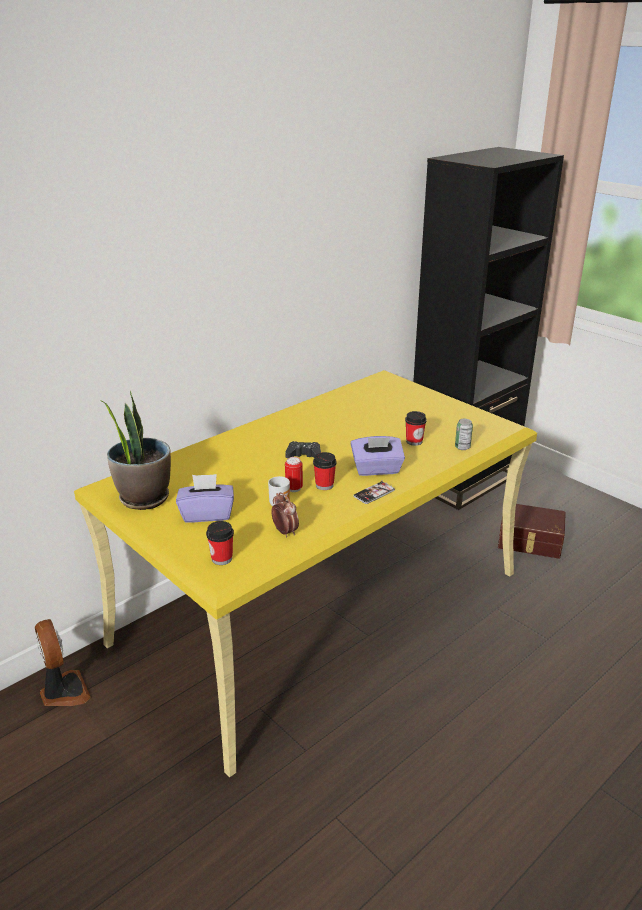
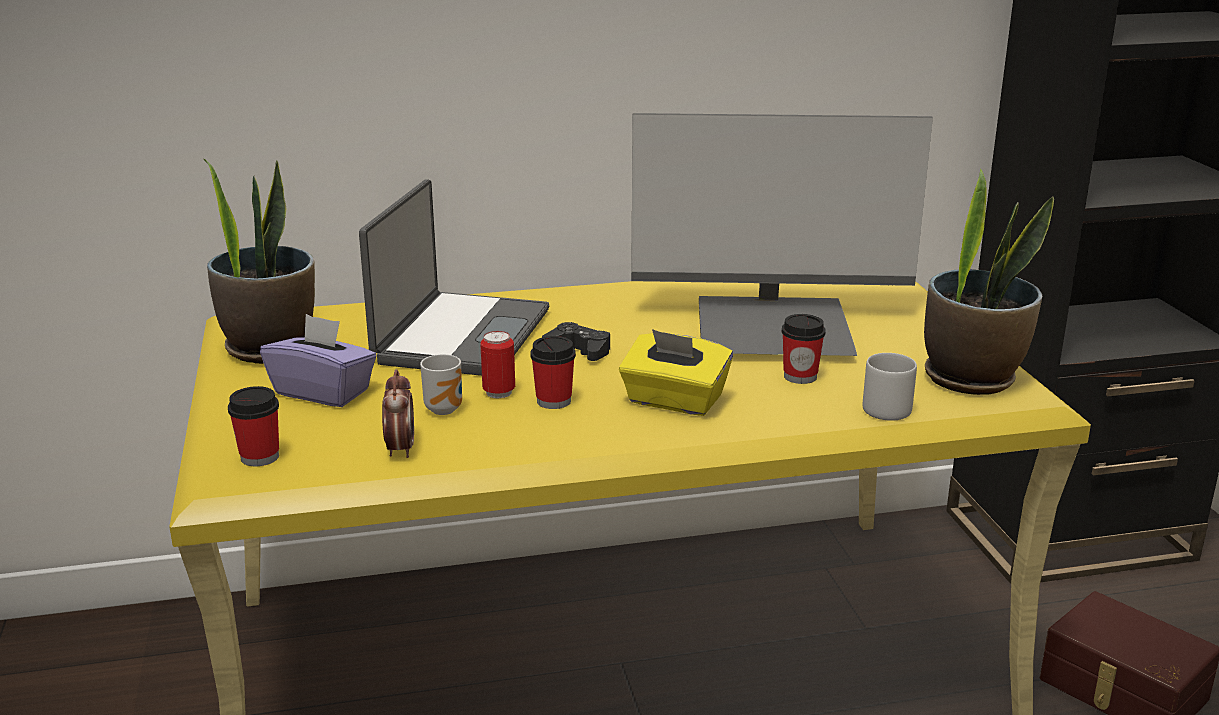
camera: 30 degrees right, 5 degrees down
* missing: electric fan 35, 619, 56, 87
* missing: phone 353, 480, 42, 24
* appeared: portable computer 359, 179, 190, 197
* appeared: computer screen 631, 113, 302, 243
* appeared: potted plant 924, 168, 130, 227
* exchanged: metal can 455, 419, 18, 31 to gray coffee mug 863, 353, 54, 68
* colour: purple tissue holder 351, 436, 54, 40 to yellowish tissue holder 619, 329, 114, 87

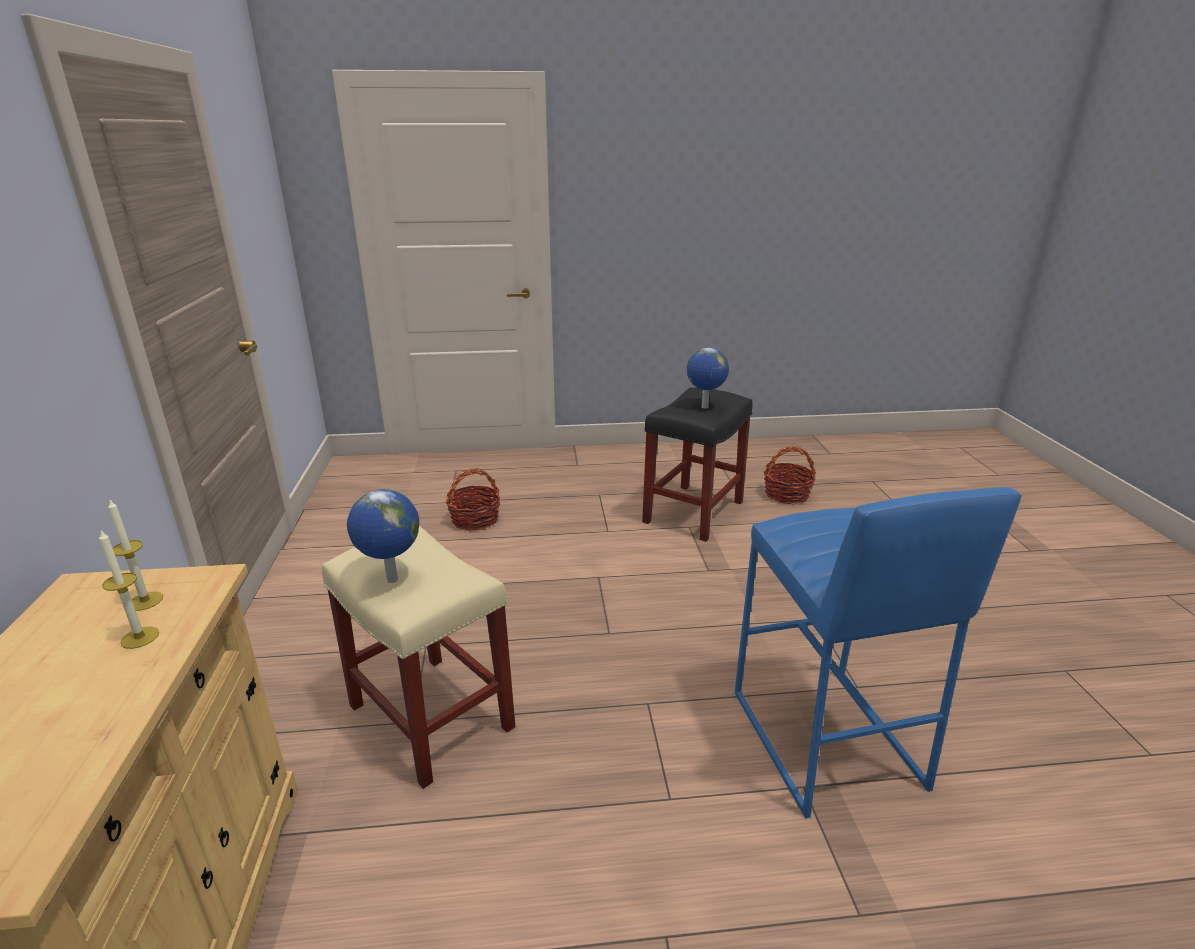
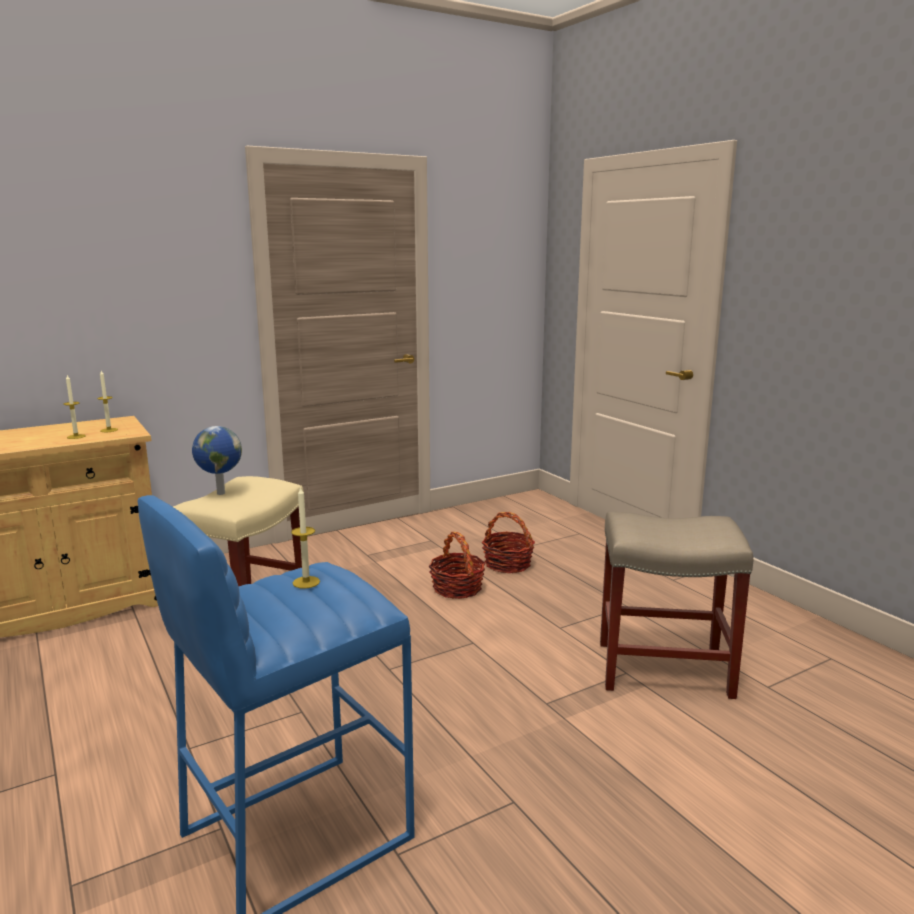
camera: 65 degrees right, 10 degrees down
* missing: globe 687, 348, 42, 61
* appeared: wax candle 291, 486, 29, 103
* relocated: storage basket 763, 446, 53, 58 to 429, 532, 57, 67
* colour: blackish sitting stool 642, 388, 111, 154 to beige sitting stool 600, 512, 153, 187

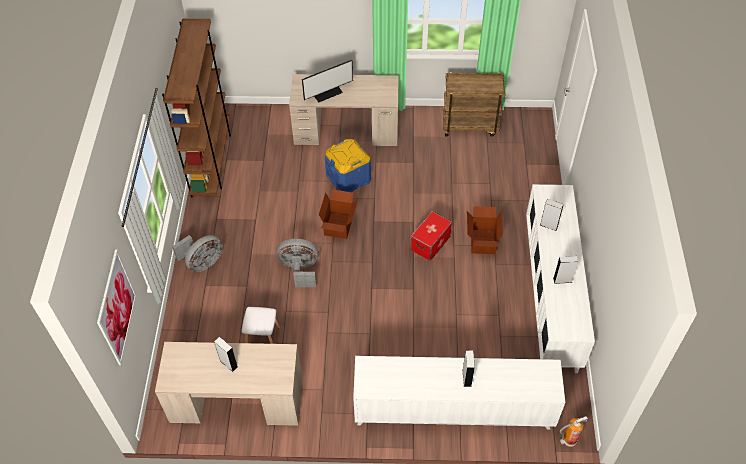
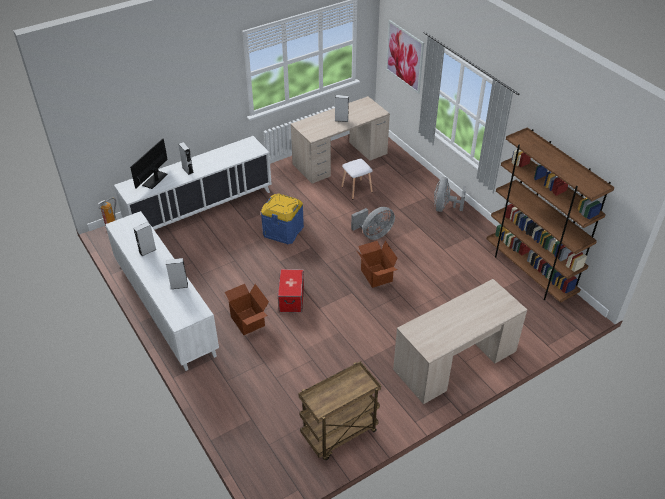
camera: 145 degrees right, 10 degrees down
* relocated: computer screen 302, 60, 51, 42 to 130, 138, 38, 51
* relocated: bluish storage container 325, 139, 46, 53 to 261, 193, 43, 51

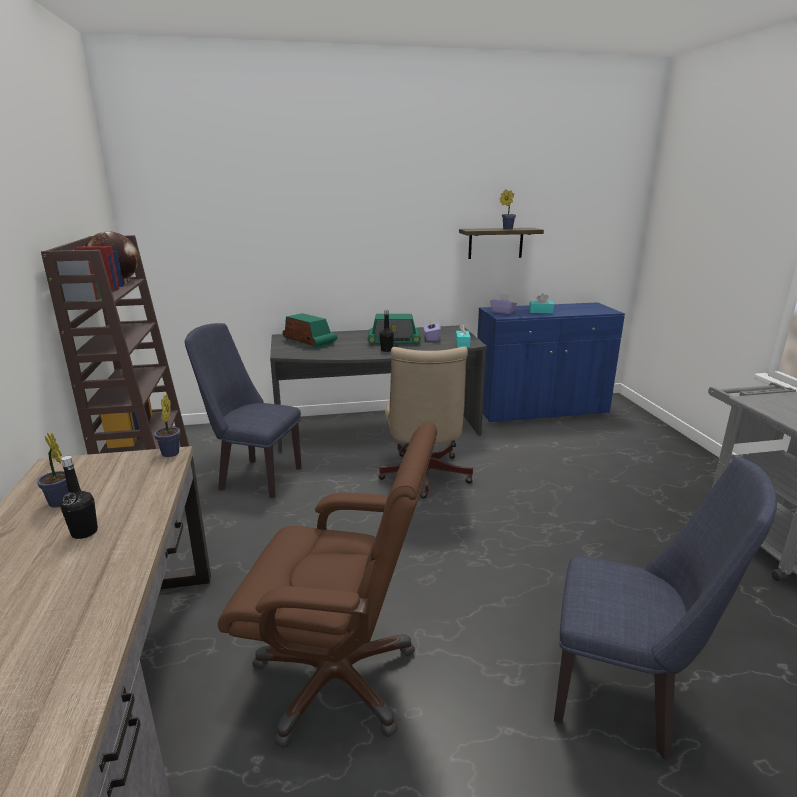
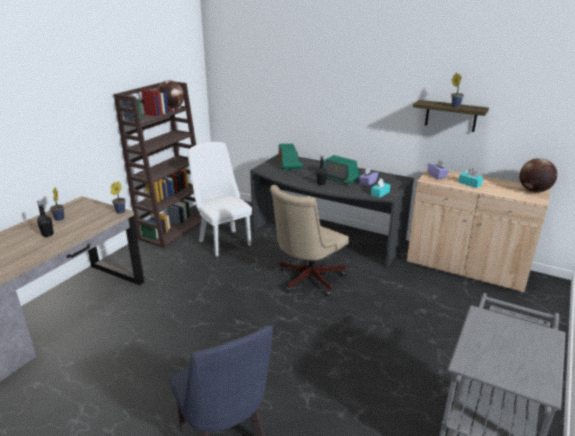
camera: 40 degrees right, 5 degrees up
* missing: brown-coloured office chair 218, 423, 219, 325
* appeared: globe 519, 158, 38, 35
* colour: bluish upright chair 185, 323, 117, 175 to white upright chair 188, 142, 64, 115
* colour: bluish cupboard 477, 302, 148, 122 to beige cupboard 407, 169, 144, 124

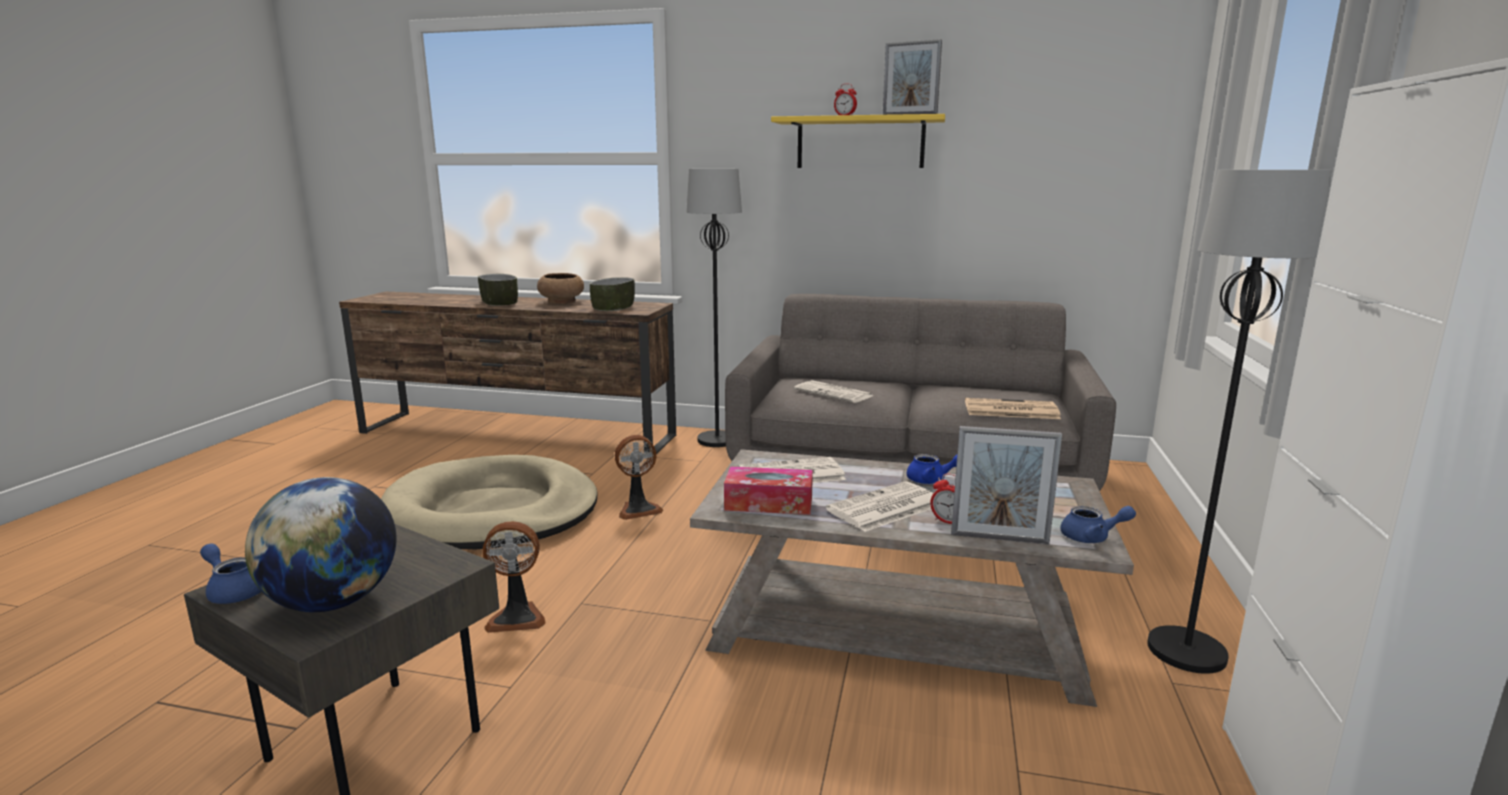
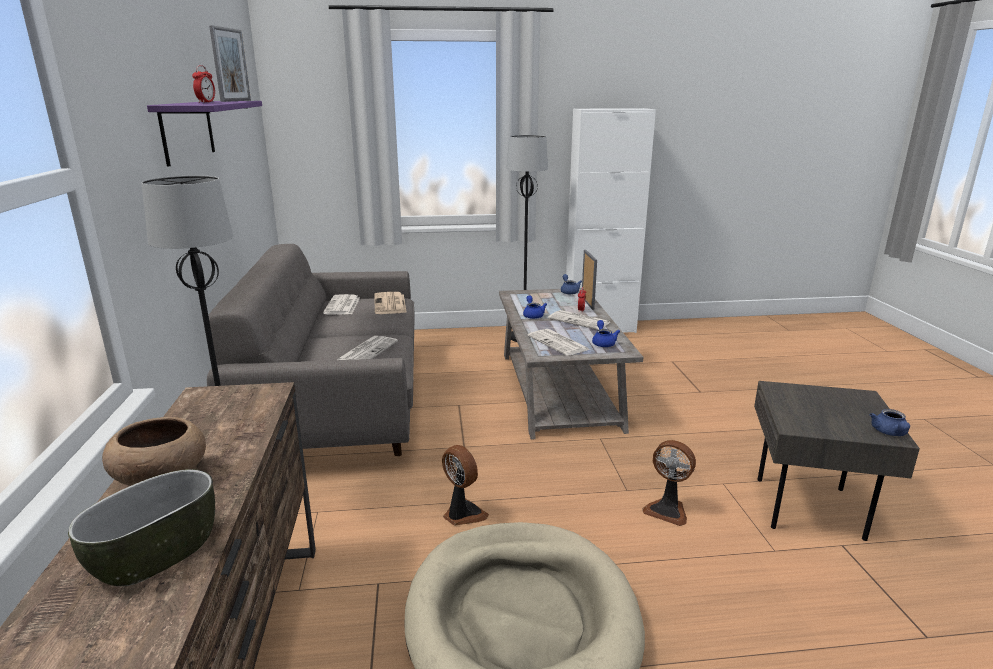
camera: 110 degrees left, 5 degrees up
* missing: globe 245, 477, 151, 135
* missing: deep dish 590, 277, 45, 34
* appeared: newspaper 323, 294, 37, 21
* exchanged: tissue holder 724, 467, 89, 48 to bluish teapot 592, 320, 28, 27
* colour: yellowish wall shelf 771, 114, 174, 54 to purple wall shelf 147, 101, 115, 66
* spun: electric fan 482, 521, 64, 112 = 642, 440, 54, 86 150 degrees clockwise

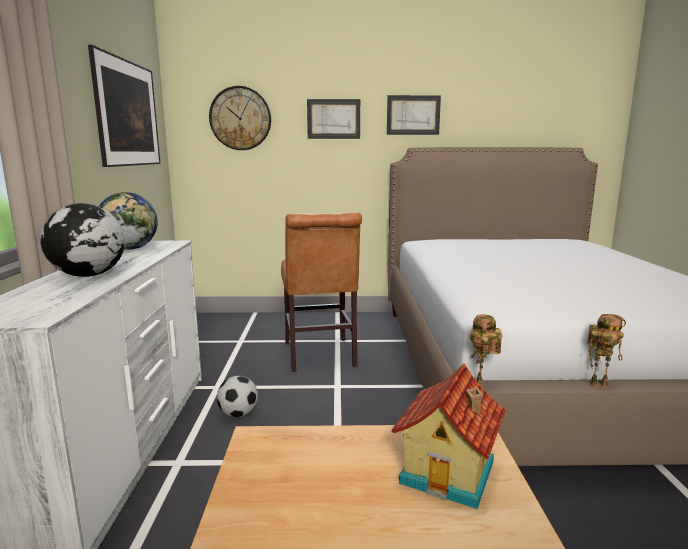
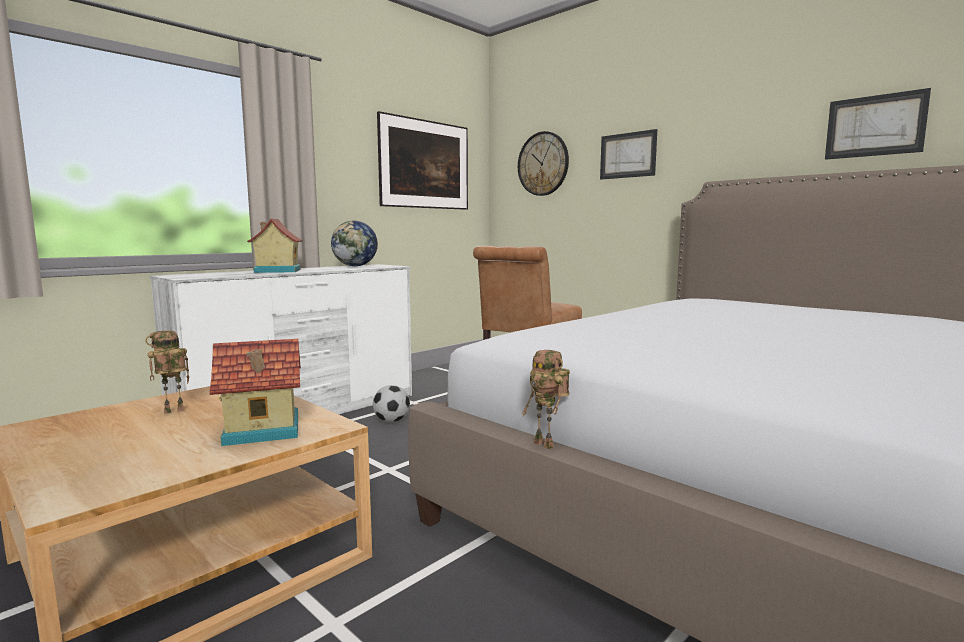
camera: 45 degrees right, 5 degrees down
* relocated: picture 387, 95, 54, 40 to 825, 88, 106, 72
* relocated: toy robot 469, 314, 33, 75 to 145, 330, 44, 84
* exchanged: globe 40, 203, 85, 74 to miniature house 247, 218, 56, 55

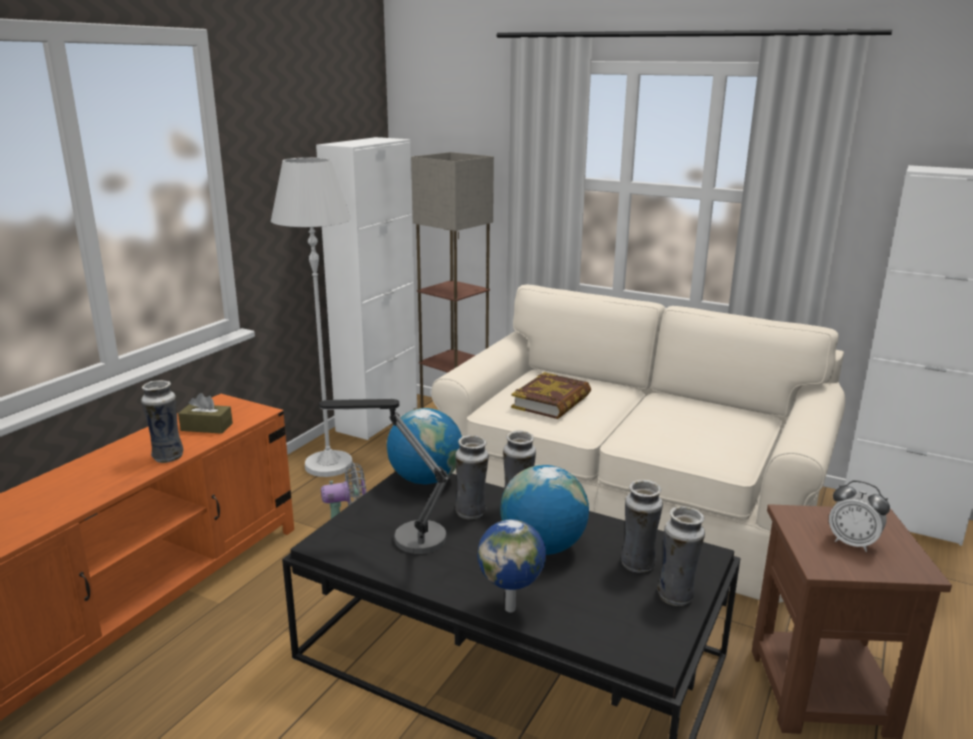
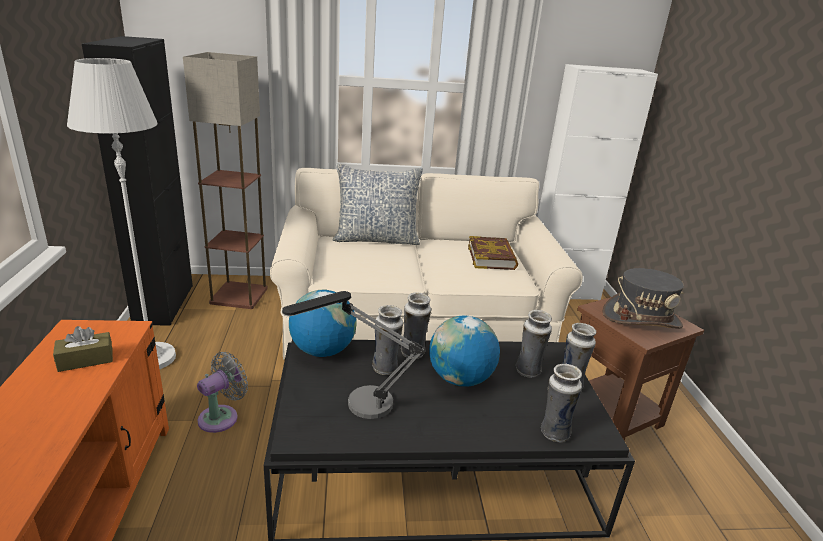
camera: 35 degrees left, 5 degrees up
* missing: globe 477, 519, 69, 93
* appeared: cushion 333, 163, 90, 82
* relocated: decorative vase 141, 380, 42, 83 to 541, 364, 41, 78
* relocated: volume 511, 372, 80, 47 to 468, 236, 50, 34
* exchanged: table clock 829, 481, 61, 71 to gray hat 602, 268, 82, 61
* colour: white cupboard 316, 137, 101, 303 to blackish cupboard 82, 36, 111, 290

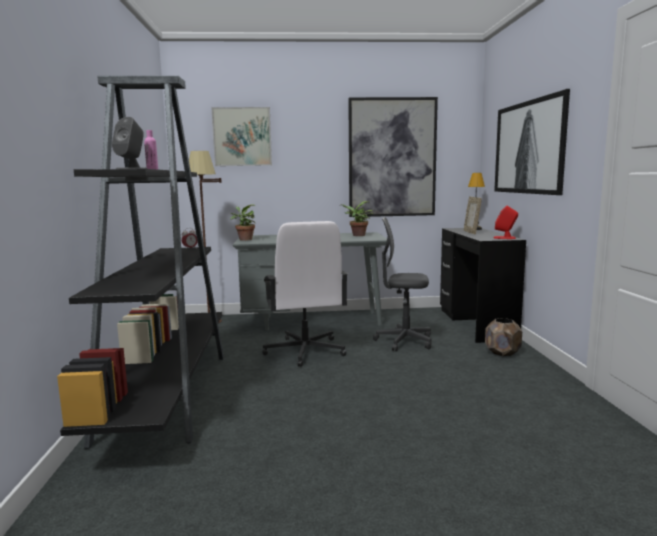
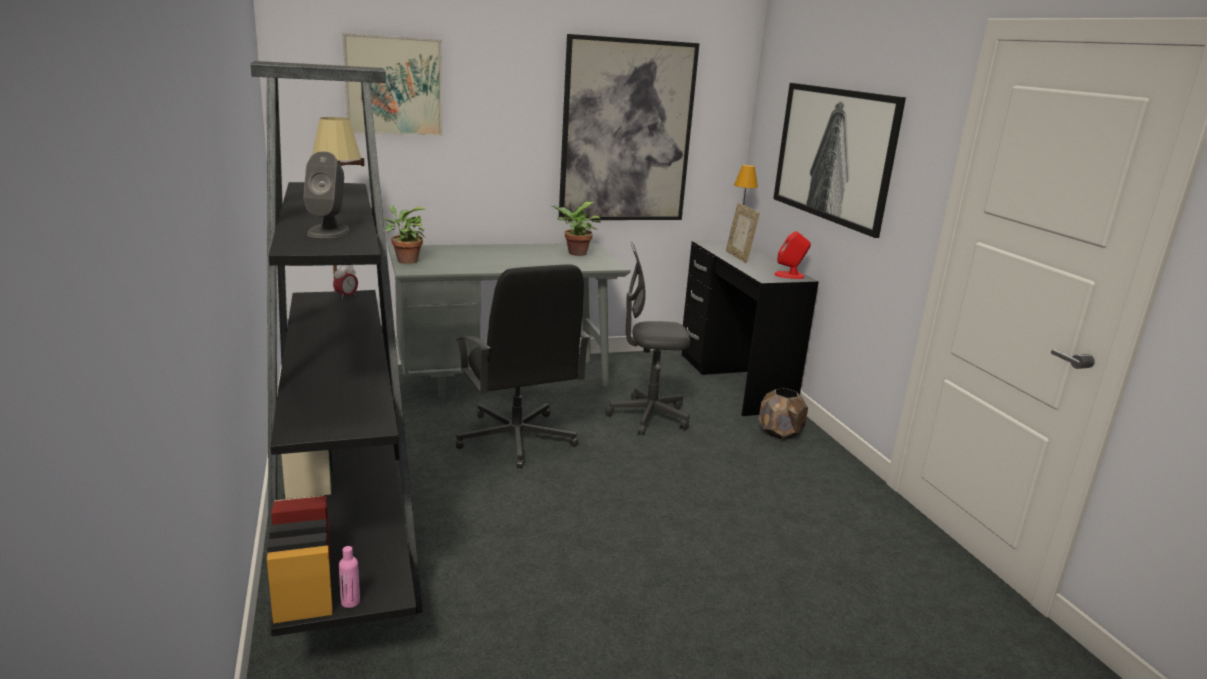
camera: 15 degrees left, 10 degrees up
* relocated: pink-coloured beverage bottle 144, 130, 14, 40 to 339, 546, 21, 62
* colour: white office chair 262, 221, 86, 146 to blackish office chair 456, 265, 134, 204

